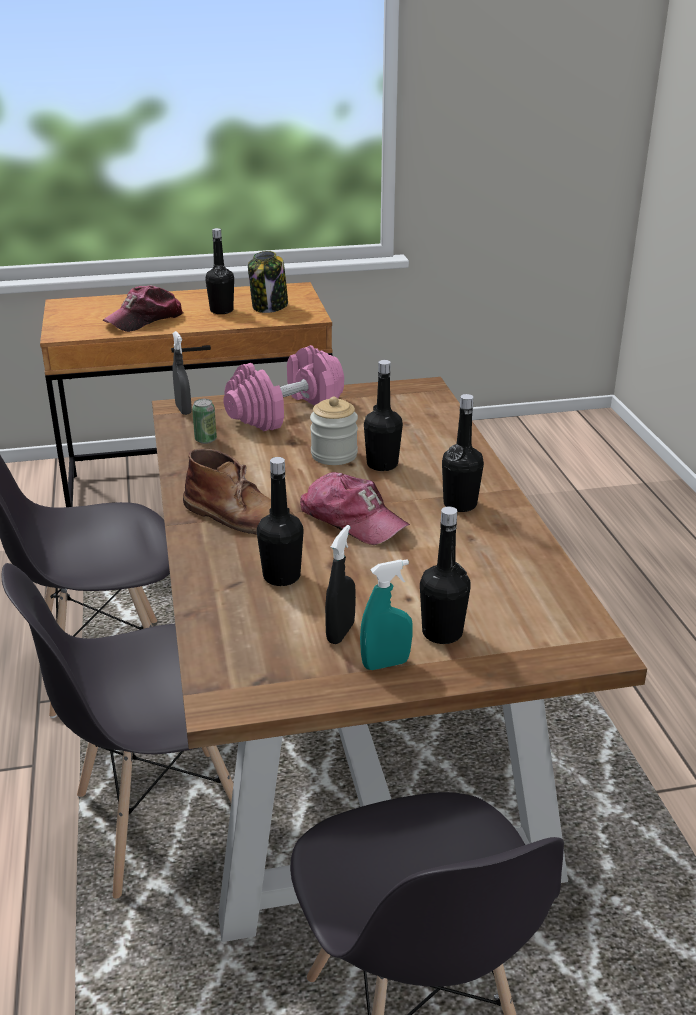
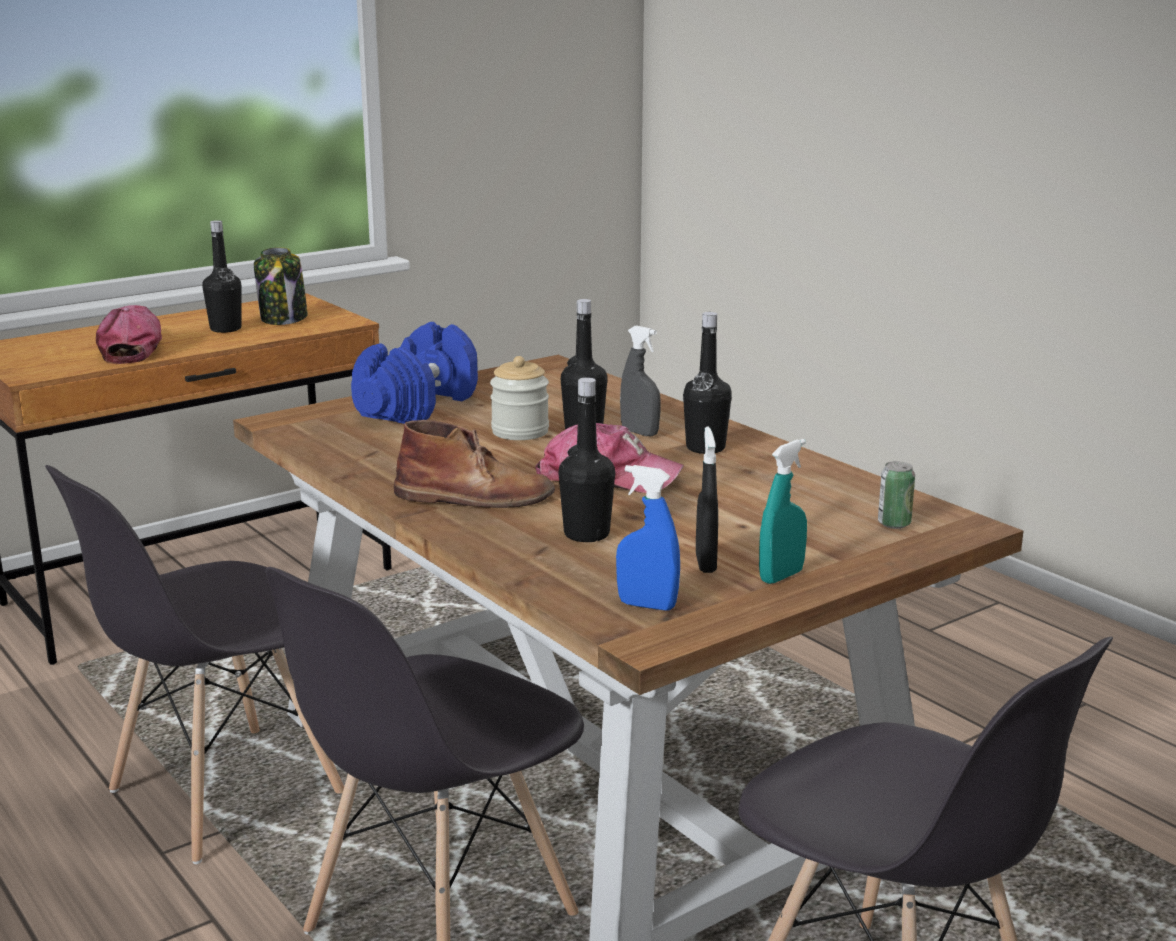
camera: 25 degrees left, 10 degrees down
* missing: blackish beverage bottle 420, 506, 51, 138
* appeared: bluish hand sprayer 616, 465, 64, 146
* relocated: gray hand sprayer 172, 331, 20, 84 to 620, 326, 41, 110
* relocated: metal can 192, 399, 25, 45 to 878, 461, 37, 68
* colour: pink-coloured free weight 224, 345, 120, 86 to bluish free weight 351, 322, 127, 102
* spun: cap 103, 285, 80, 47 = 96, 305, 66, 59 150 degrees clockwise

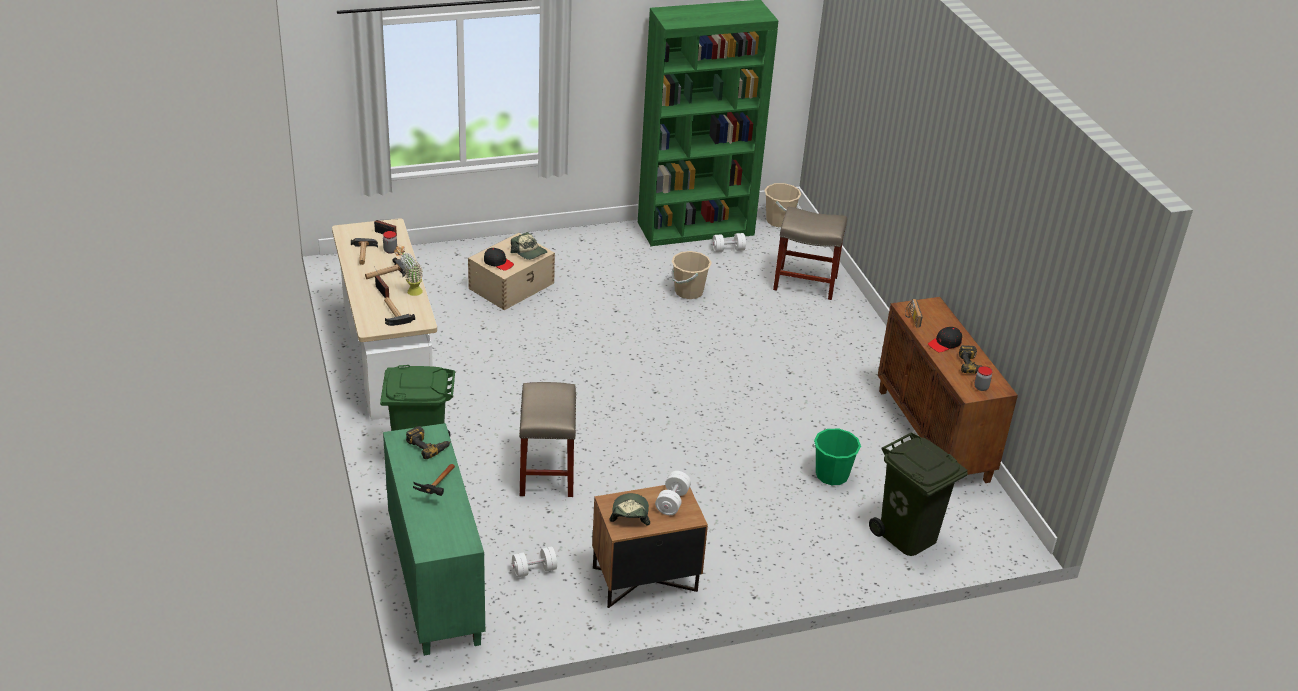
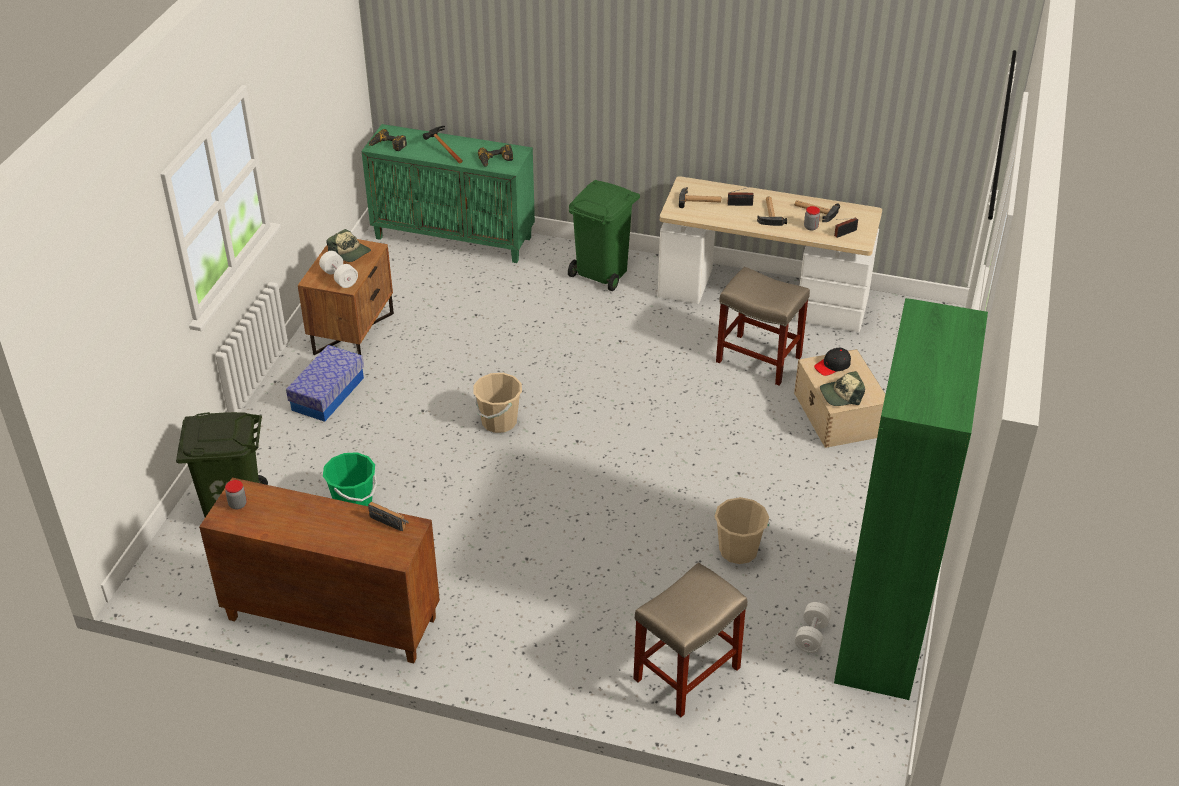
camera: 125 degrees right, 5 degrees up
* missing: potted plant 394, 245, 29, 51
* missing: white free weight 512, 546, 45, 32
* missing: blackish cap 928, 327, 34, 25
* appeared: storage container 286, 345, 78, 77
* relocated: beige sitting stool 519, 382, 57, 115 to 716, 267, 94, 119
* relocated: beige water bucket 764, 183, 37, 44 to 473, 373, 49, 60
* relocated: drill 959, 345, 33, 29 to 369, 129, 38, 22

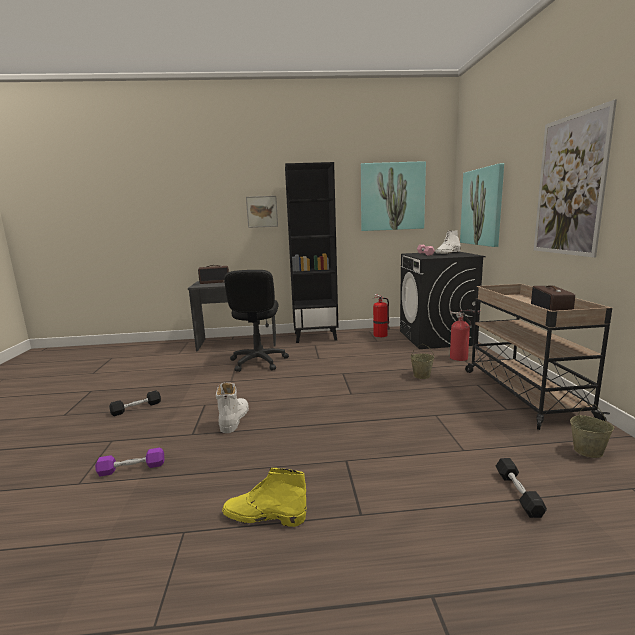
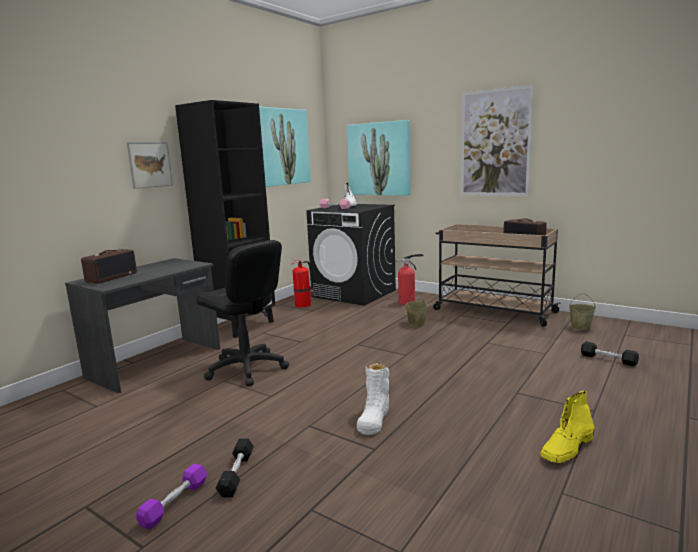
camera: 50 degrees left, 0 degrees up
* relocated: purple free weight 95, 448, 70, 28 to 136, 463, 71, 67
* spun: white tall boot 216, 382, 33, 51 = 357, 363, 32, 72 120 degrees counterclockwise

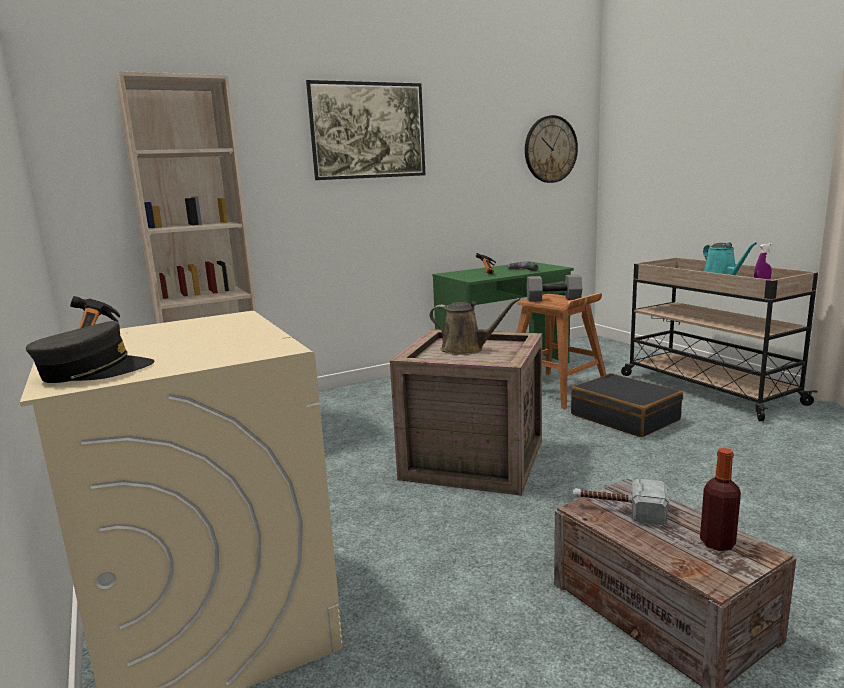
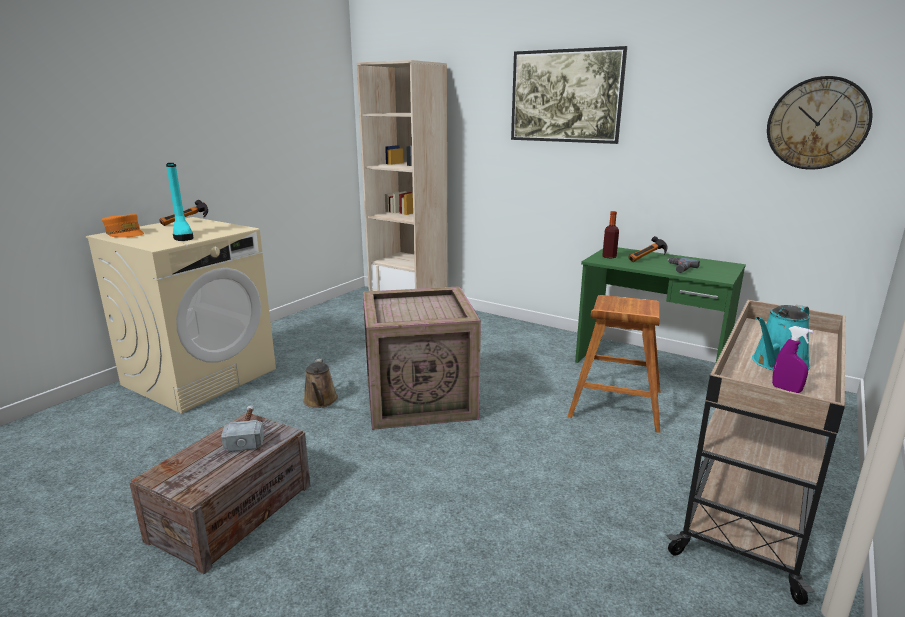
camera: 60 degrees right, 5 degrees up
* missing: gray free weight 527, 274, 55, 28
* missing: blackish travel case 571, 373, 112, 64
* appeared: blue-green tall boot 166, 163, 27, 78
* relocated: brown-coloured sprinkling can 430, 298, 91, 57 to 303, 359, 35, 49
* relocated: beverage bottle 700, 448, 41, 103 to 602, 211, 17, 47
* colour: gray cap 26, 321, 129, 62 to orangey cap 102, 214, 42, 23

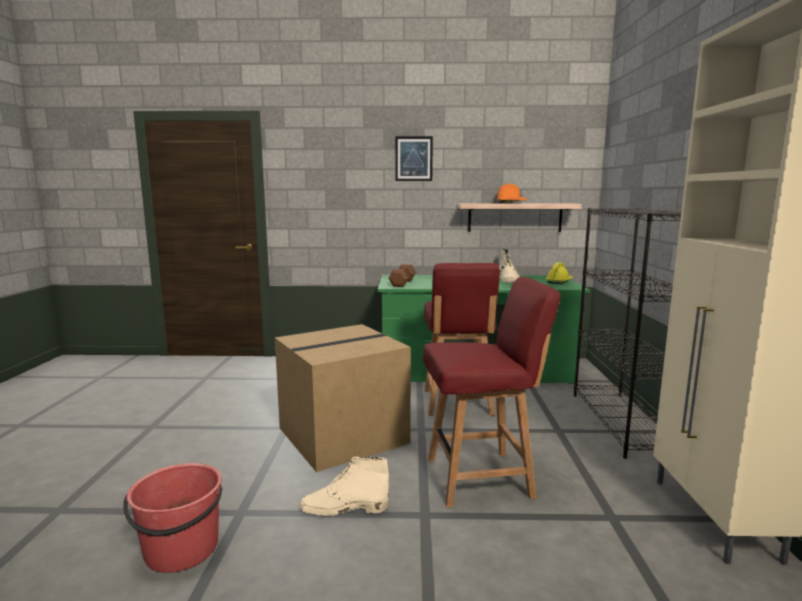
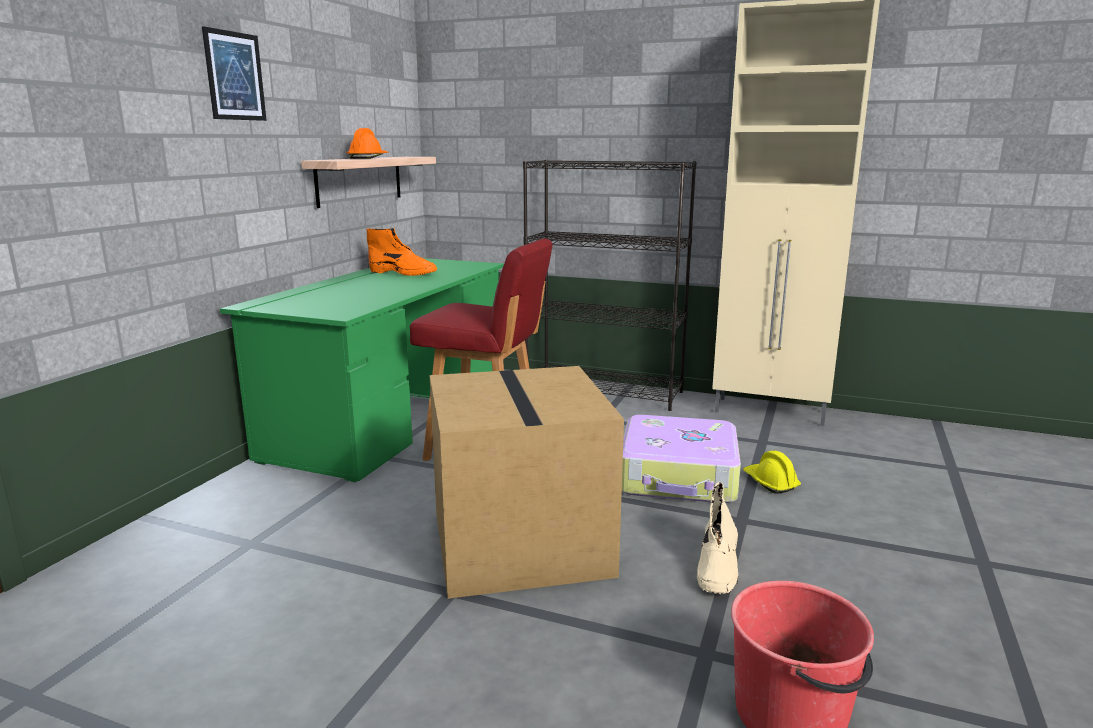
camera: 70 degrees left, 5 degrees up
* missing: brown-coloured free weight 389, 264, 27, 23
* relocated: yellowish hard hat 545, 263, 28, 21 to 743, 451, 58, 43
* exchanged: red upright chair 423, 277, 138, 230 to travel case 622, 415, 119, 88
* colour: beige tall boot 499, 248, 20, 35 to orangey tall boot 367, 228, 70, 48

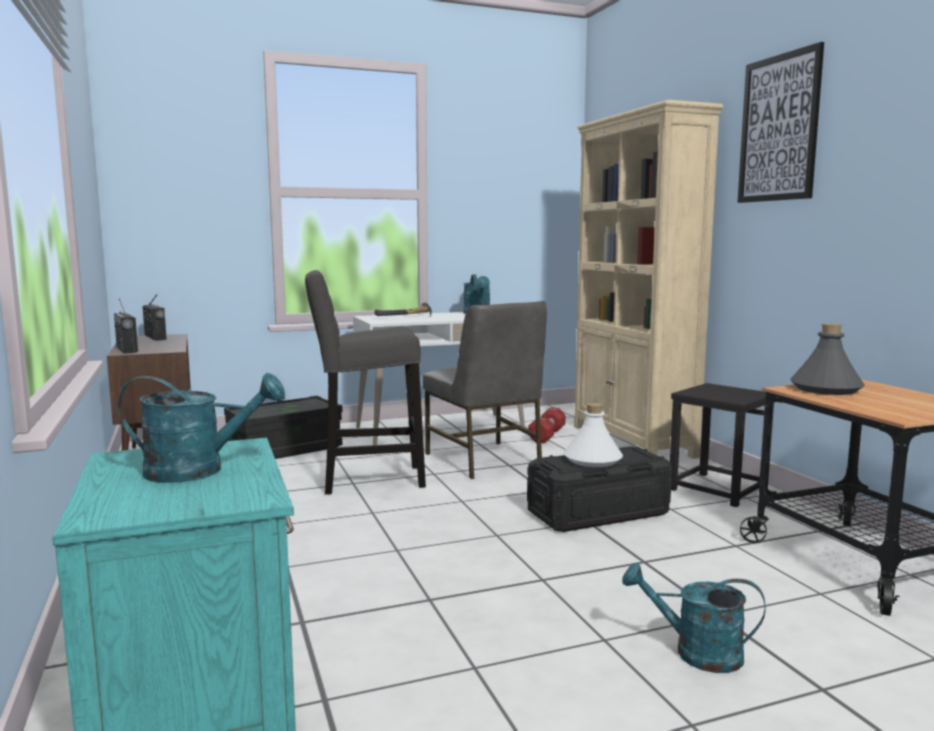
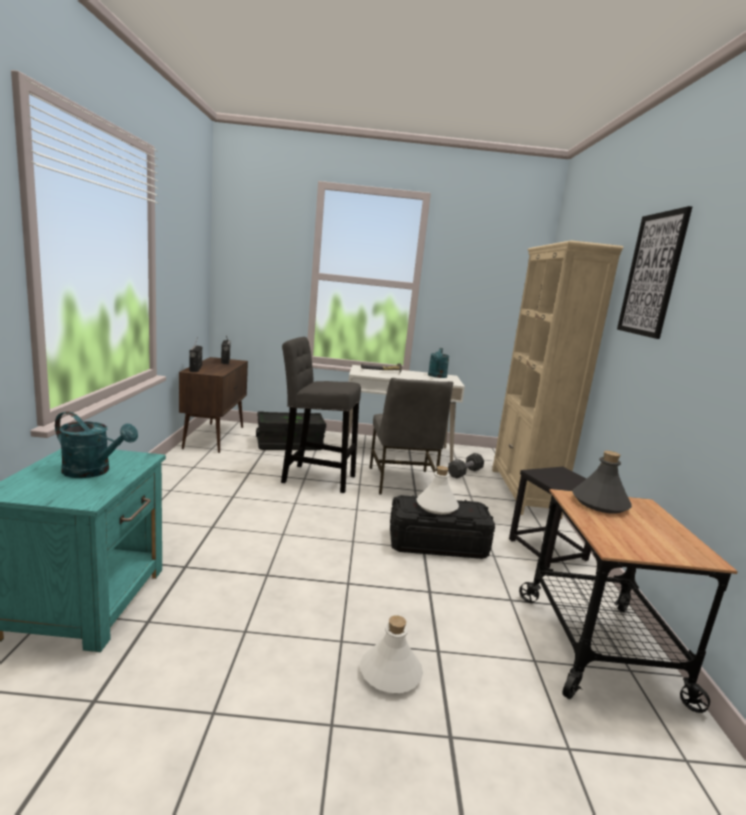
camera: 20 degrees right, 5 degrees up
* exchanged: blue-green sprinkling can 622, 562, 143, 111 to white beverage bottle 360, 615, 63, 78
* colour: red free weight 529, 408, 37, 35 to blackish free weight 448, 453, 36, 26

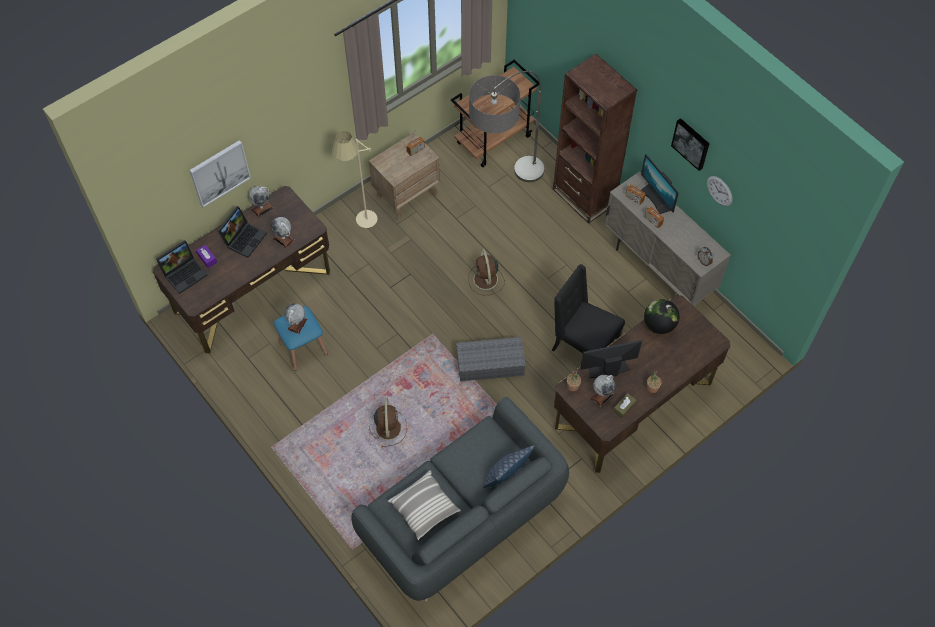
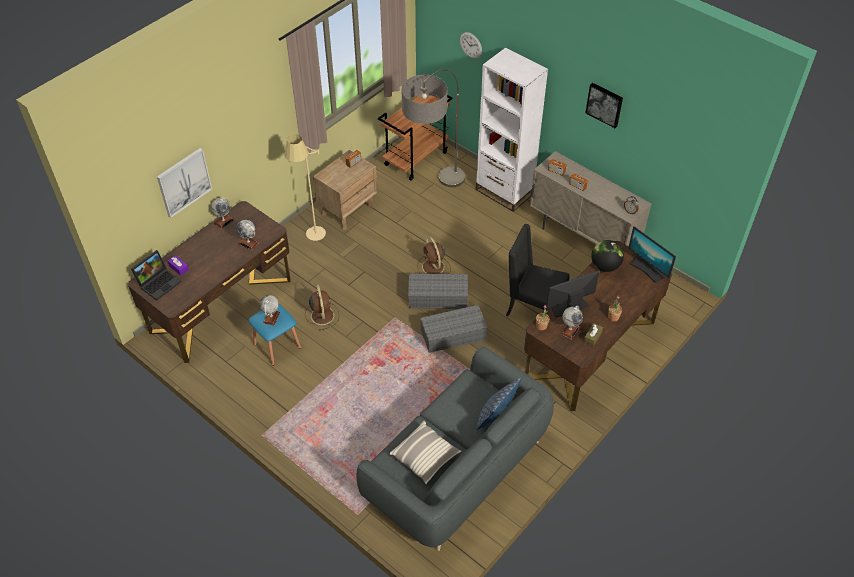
camera: 10 degrees left, 10 degrees down
* missing: portable computer 218, 206, 49, 52
* appeared: gray storage container 408, 273, 60, 36
* relocated: brown-coloured electric fan 369, 398, 38, 49 to 305, 284, 34, 47
* relocated: computer screen 641, 154, 38, 60 to 628, 226, 48, 57
* relocated: hanging clock 707, 176, 26, 30 to 460, 32, 22, 27
* colour: brown-coloured shelving unit 553, 54, 84, 170 to white shelving unit 476, 48, 72, 164

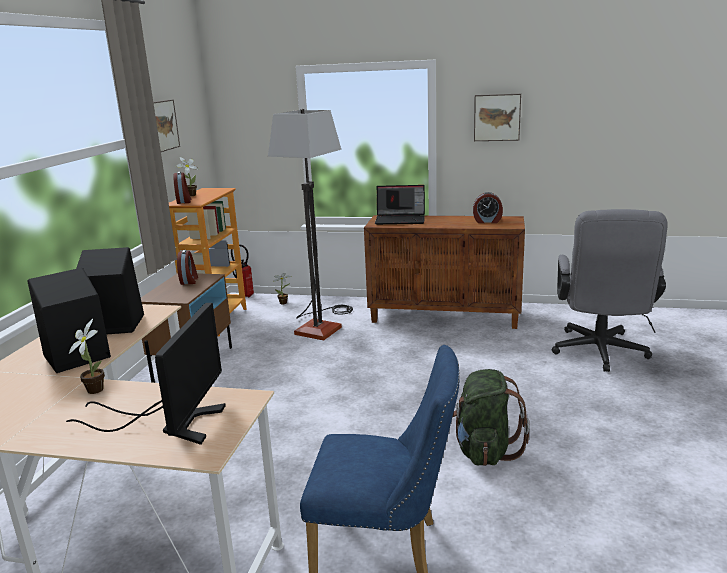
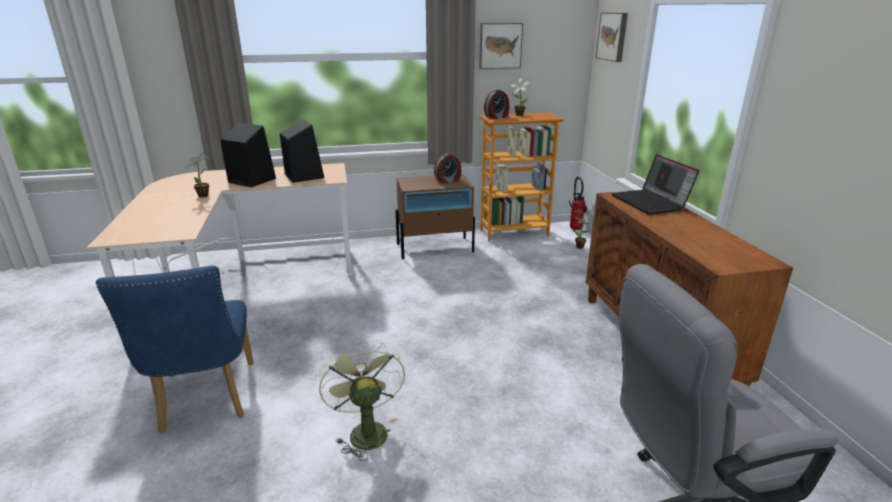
camera: 65 degrees right, 5 degrees up
* missing: computer screen 66, 303, 160, 142
* missing: standing lamp 268, 109, 85, 231
* missing: table clock 473, 192, 30, 31
* relocated: picture 474, 94, 47, 47 to 596, 13, 32, 49
* exchanged: green backpack 453, 369, 77, 97 to green electric fan 319, 342, 86, 119

